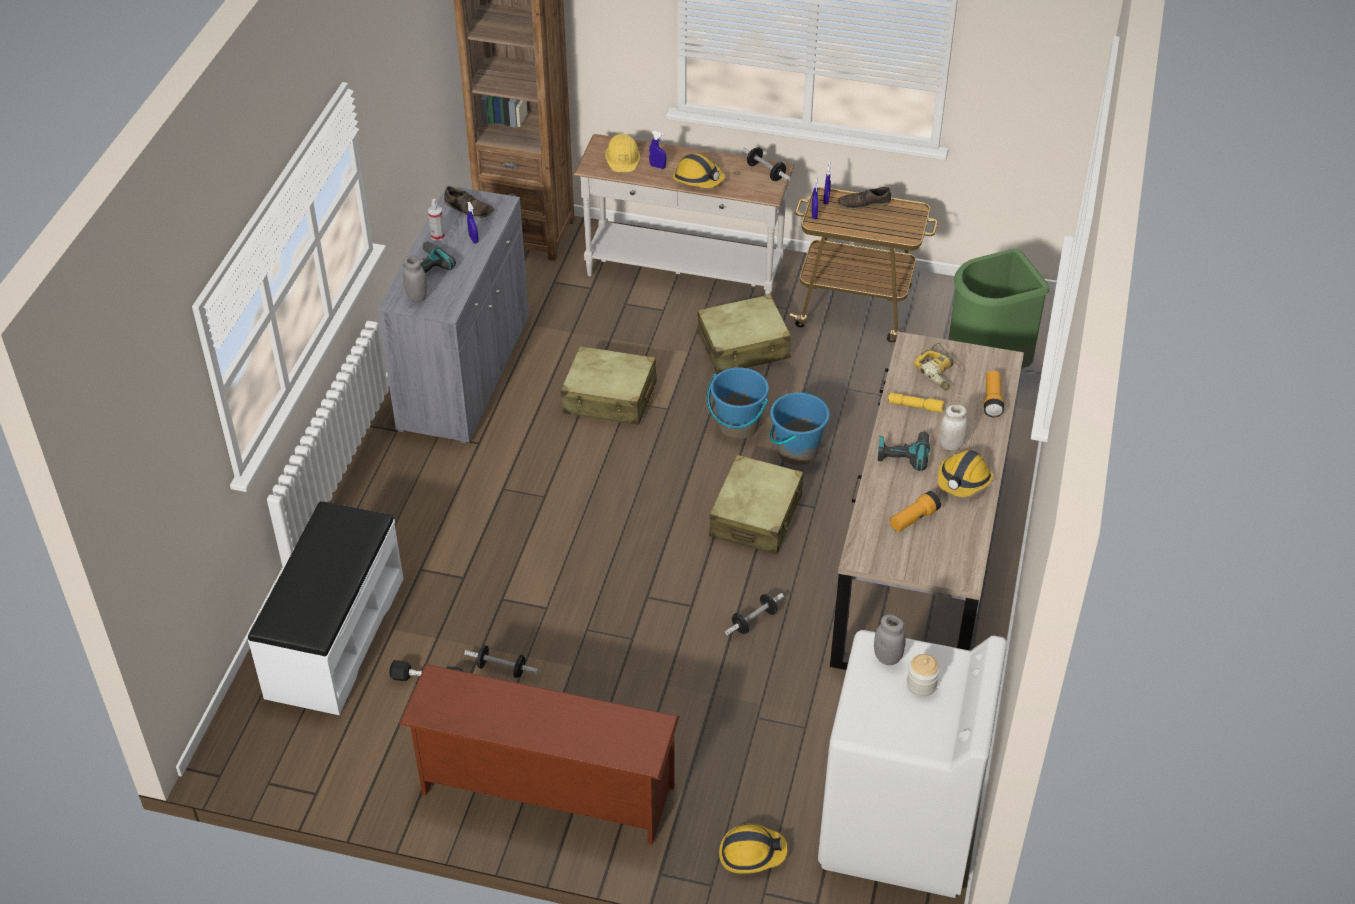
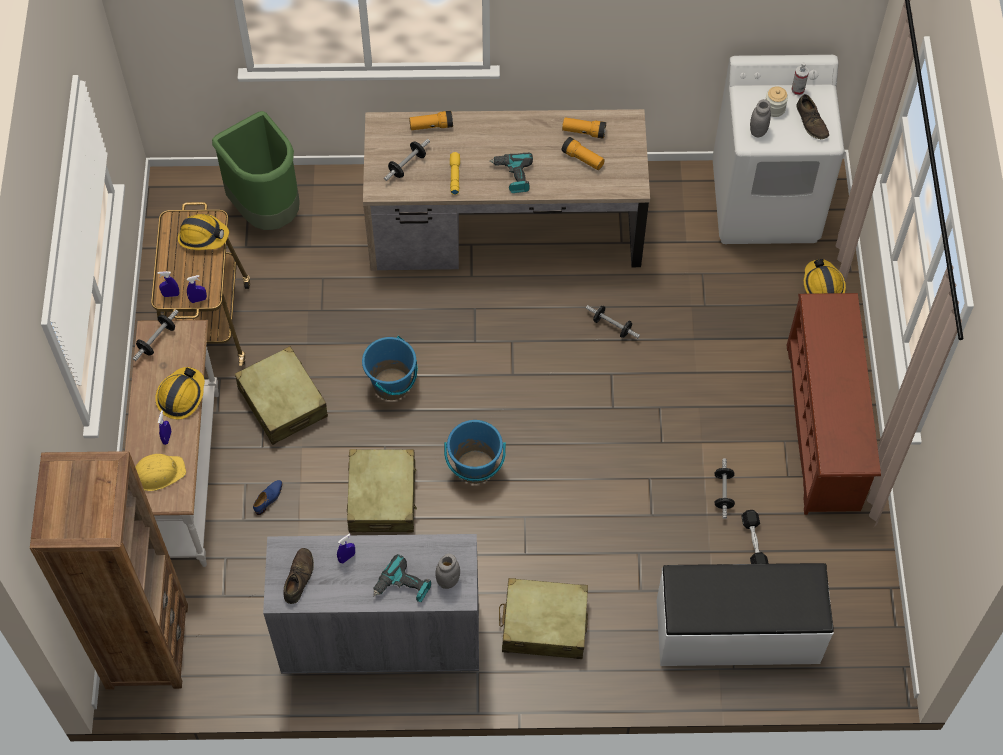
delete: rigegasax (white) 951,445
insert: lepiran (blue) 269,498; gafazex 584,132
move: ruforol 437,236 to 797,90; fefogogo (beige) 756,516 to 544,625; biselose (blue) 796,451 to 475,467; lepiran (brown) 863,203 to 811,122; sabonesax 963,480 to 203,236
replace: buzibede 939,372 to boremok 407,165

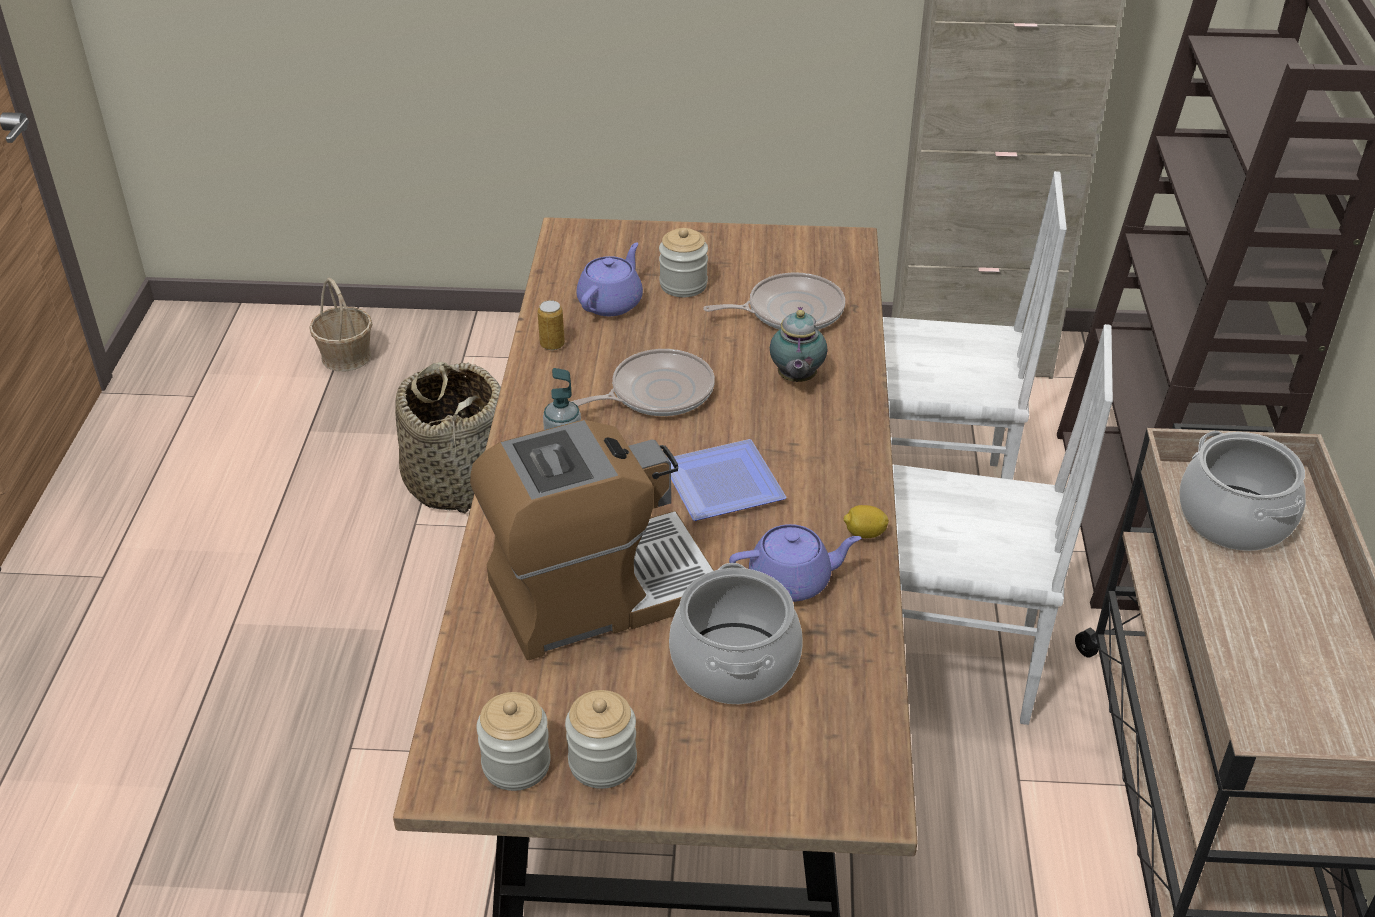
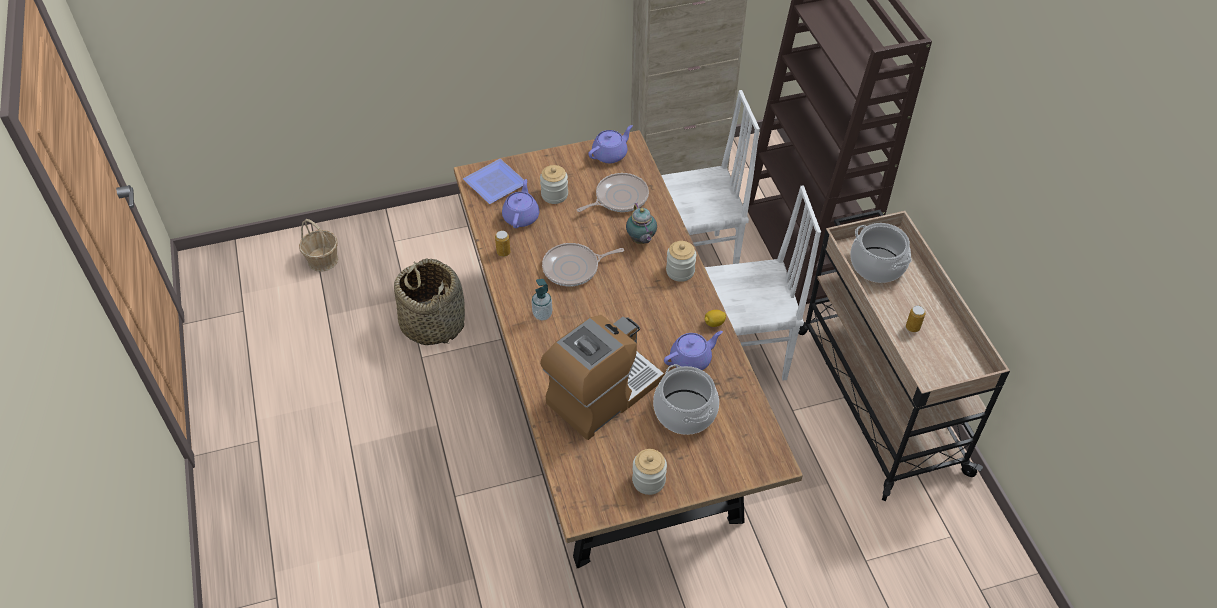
insert: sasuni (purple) 610,154; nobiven 912,327
move: rigegasax 516,764 to 680,271; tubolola 720,487 to 494,185
rotate: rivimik 656,392 = 574,268 150 degrees counterclockwise

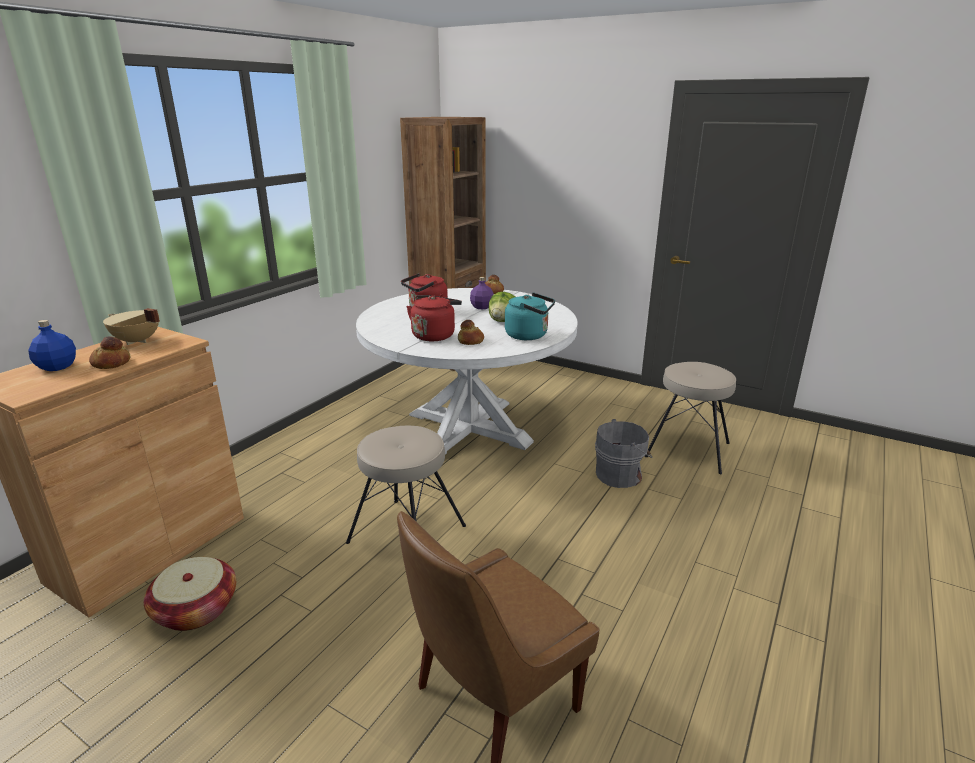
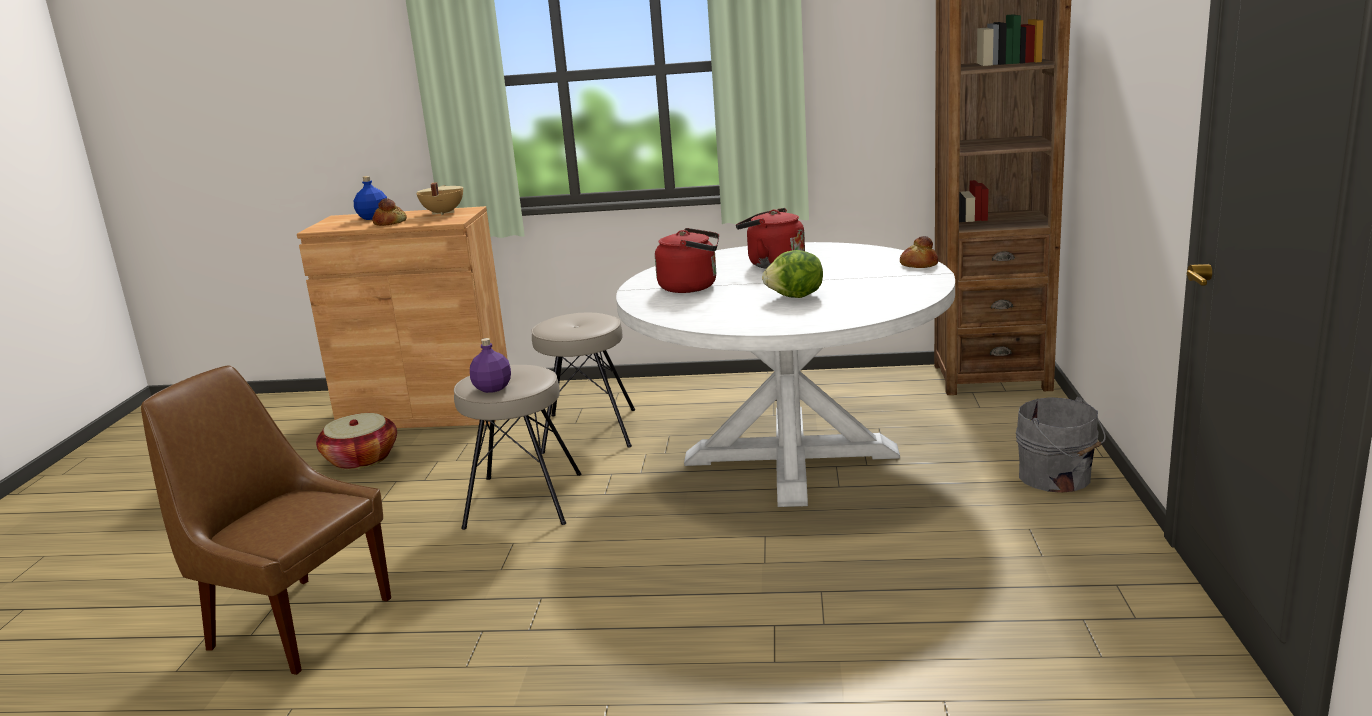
delete: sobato 471,341; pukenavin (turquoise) 529,335
move: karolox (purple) 482,307 to 492,388; biselose (grey) 621,475 to 1057,478; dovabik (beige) 687,450 to 588,430

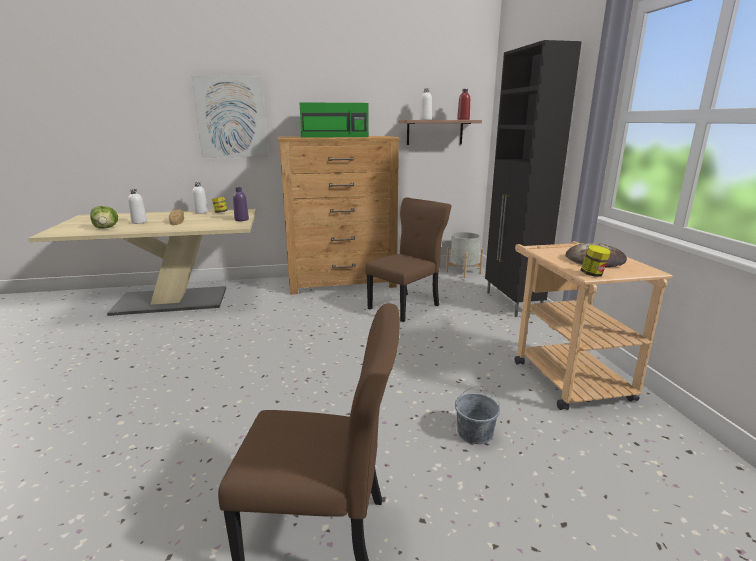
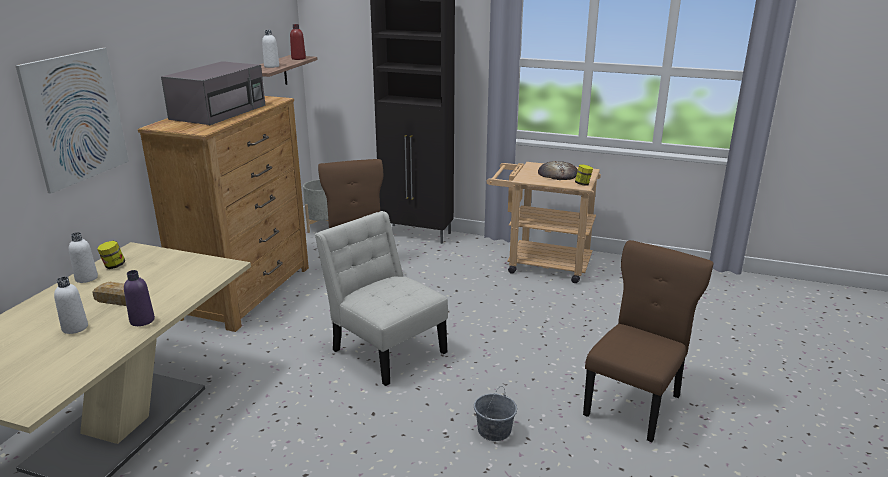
delete: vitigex 106,228
insert: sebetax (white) 385,348
move: karolox (purple) 241,219 to 142,320; biselose (grey) 475,433 to 494,430
recolor: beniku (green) 335,136 to beniku (grey) 219,112

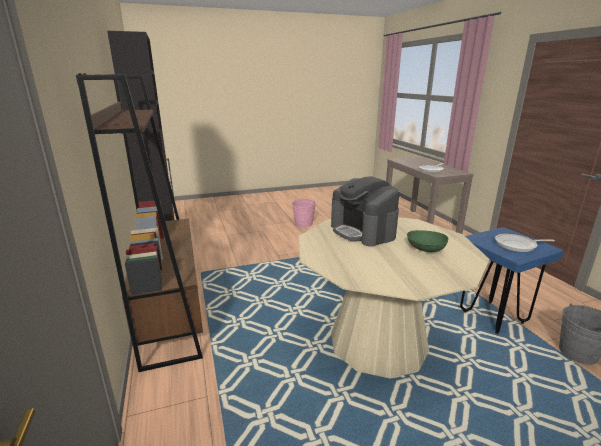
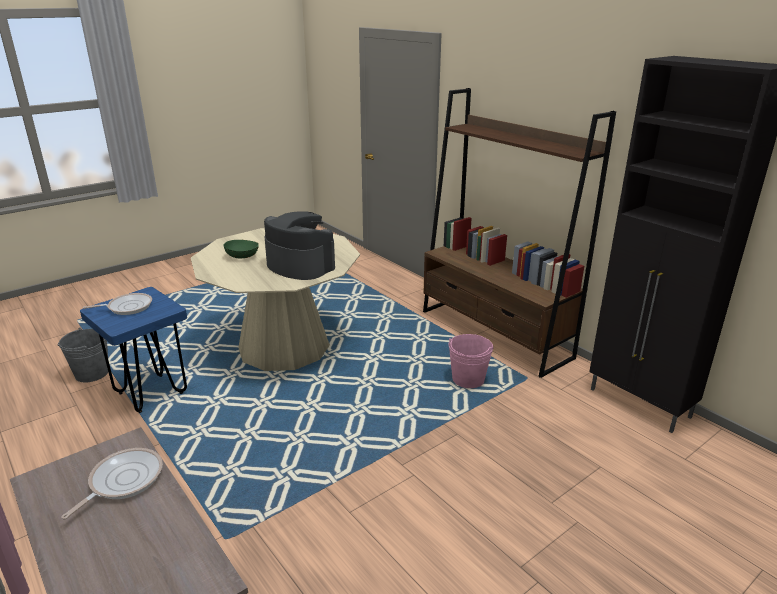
move: biselose (pink) 303,224 to 468,379

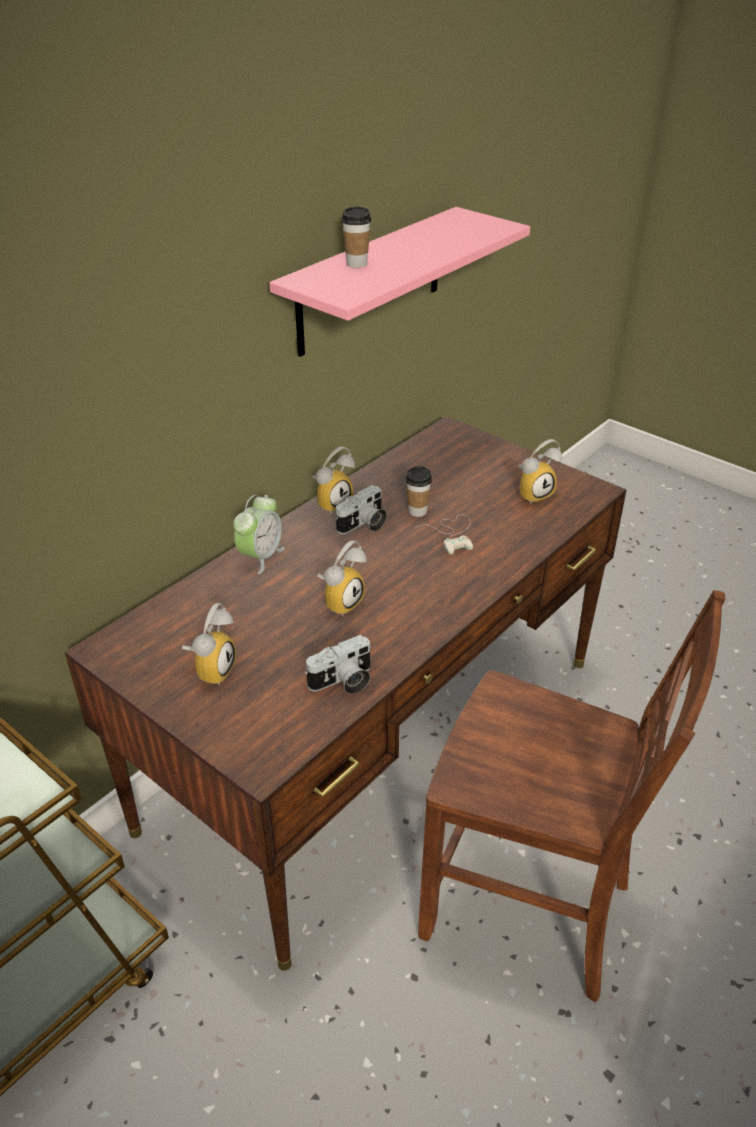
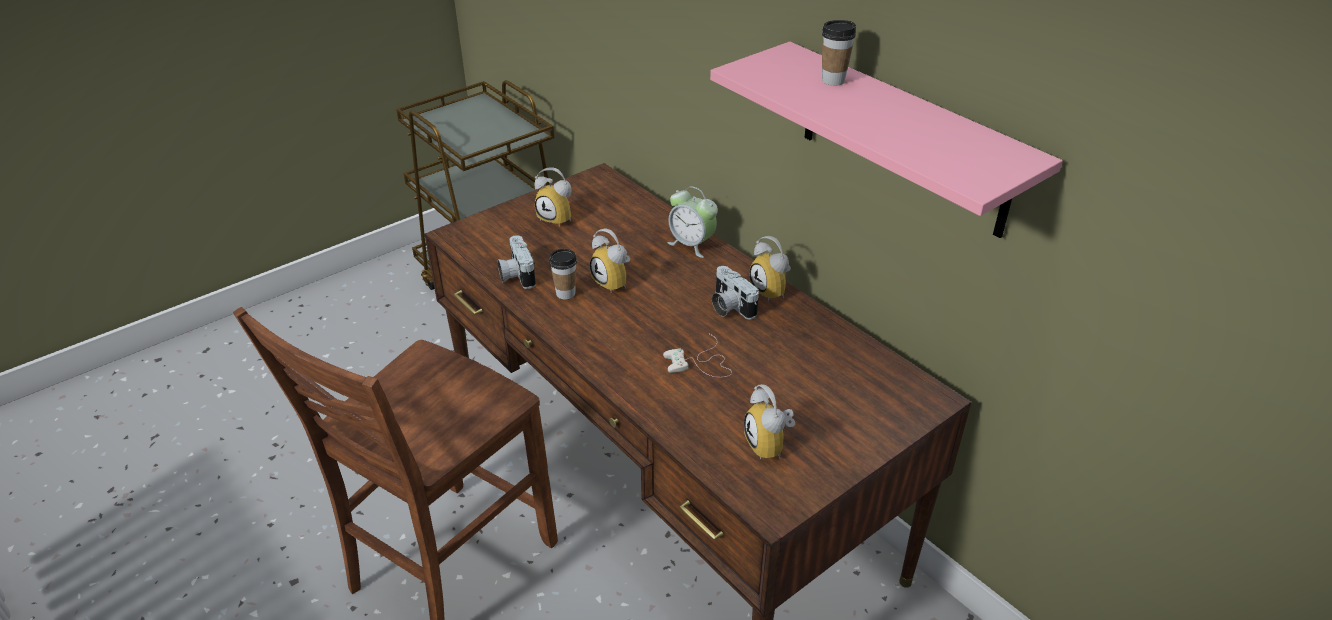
move: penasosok 417,511 to 565,293

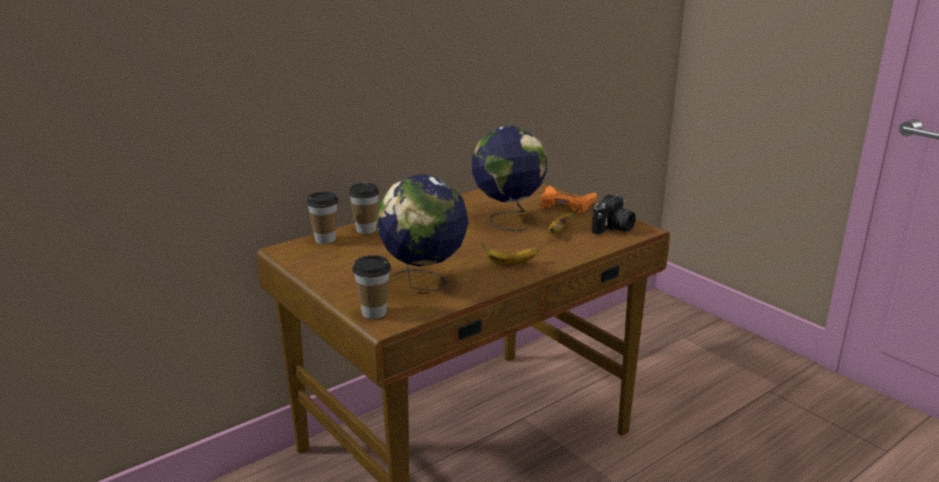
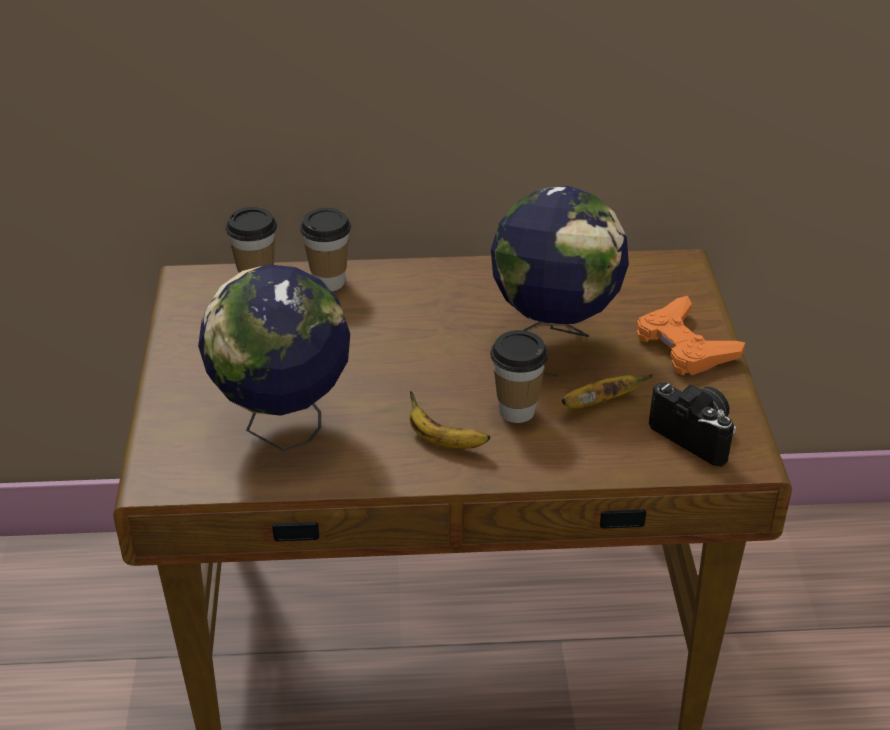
move: penasosok 374,313 to 516,411
rotate: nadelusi 613,229 = 697,435 120 degrees counterclockwise

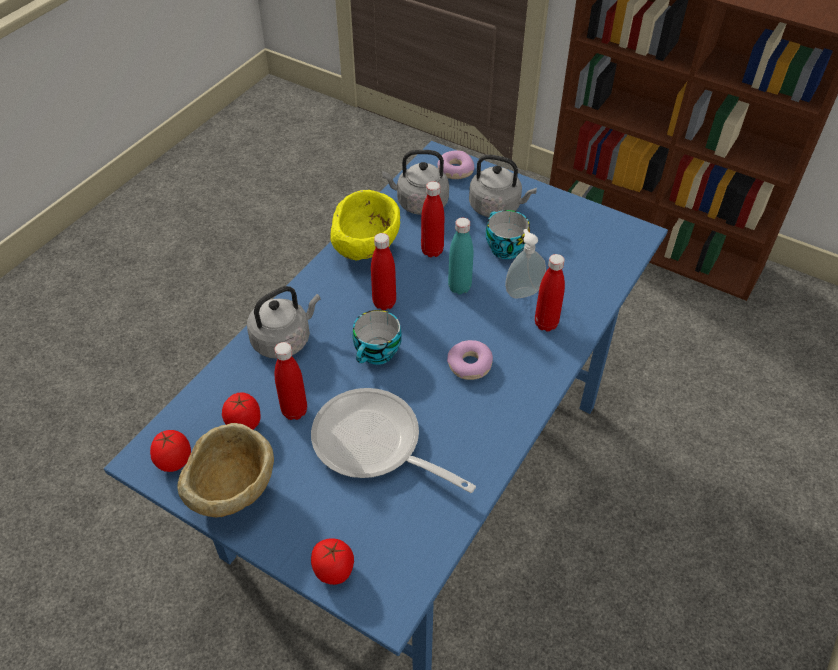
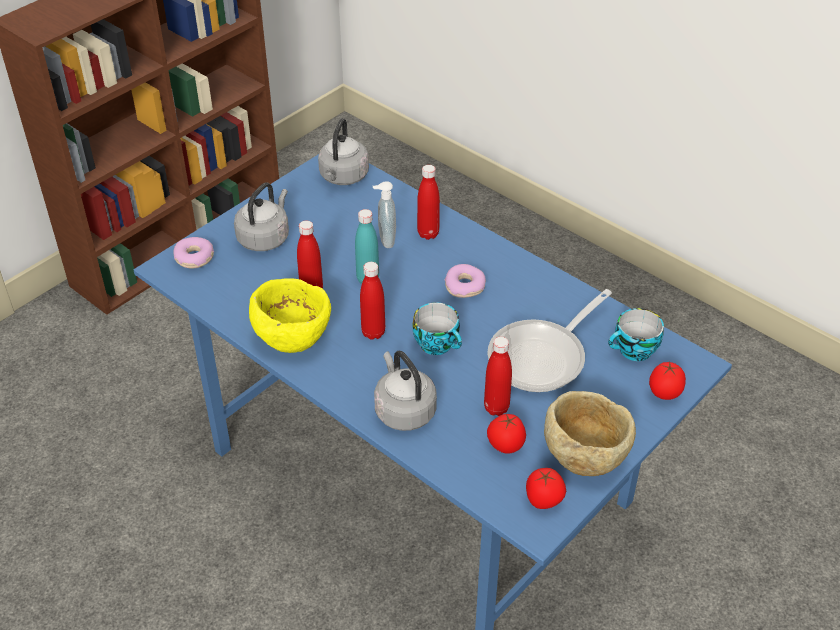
move: pukenavin (grey) 419,203 to 343,177; penasosok 503,248 to 634,351

